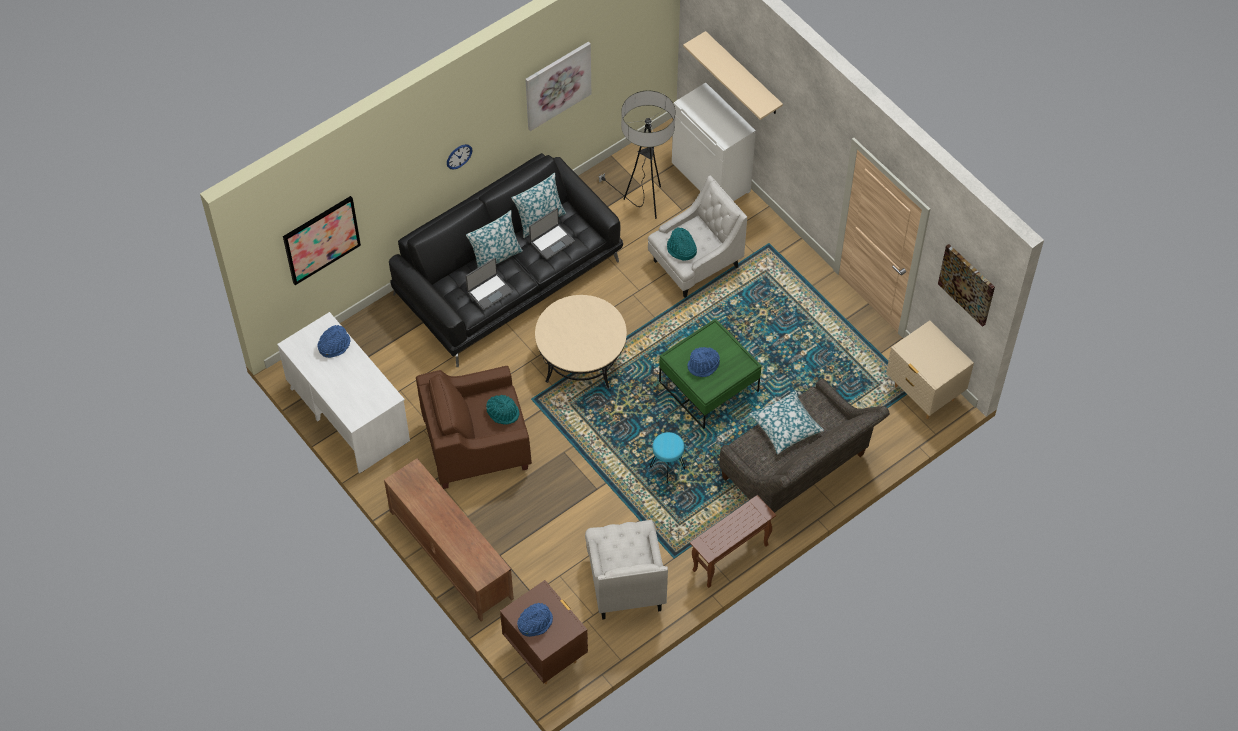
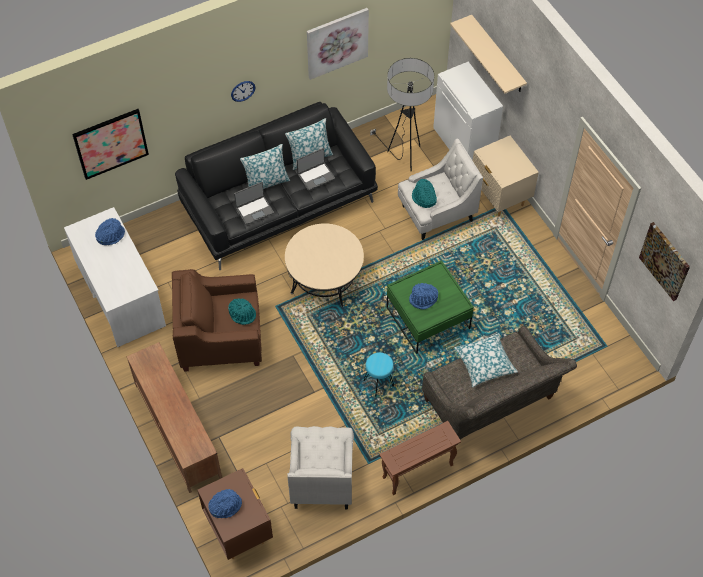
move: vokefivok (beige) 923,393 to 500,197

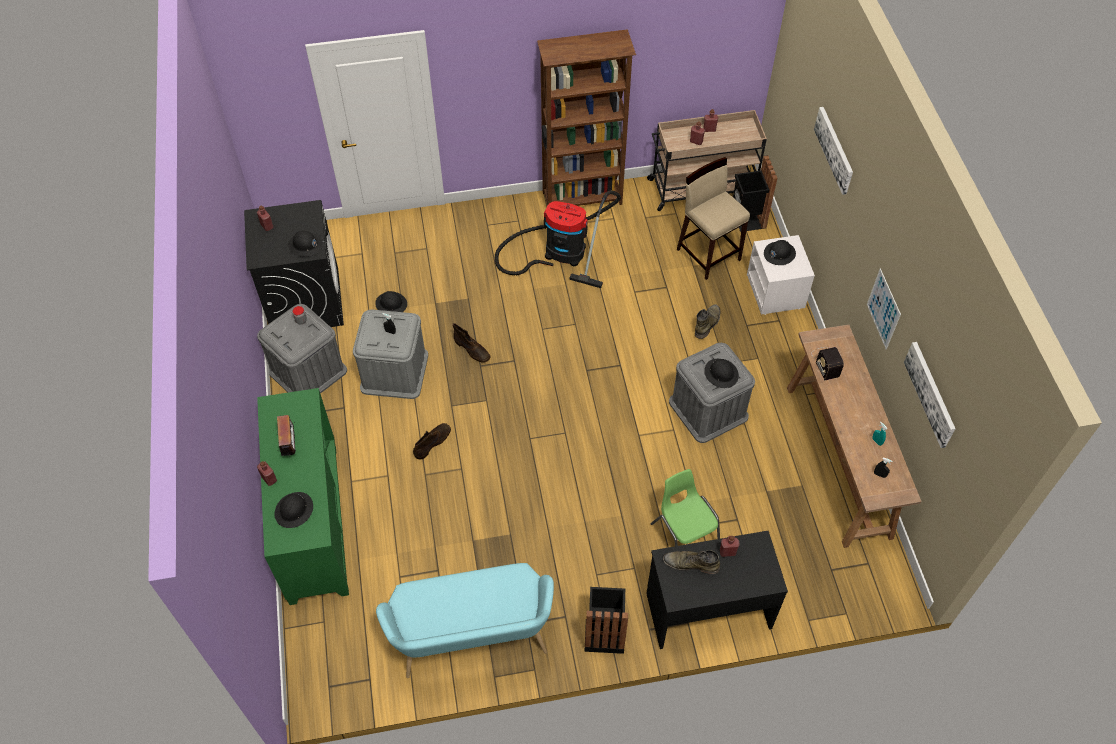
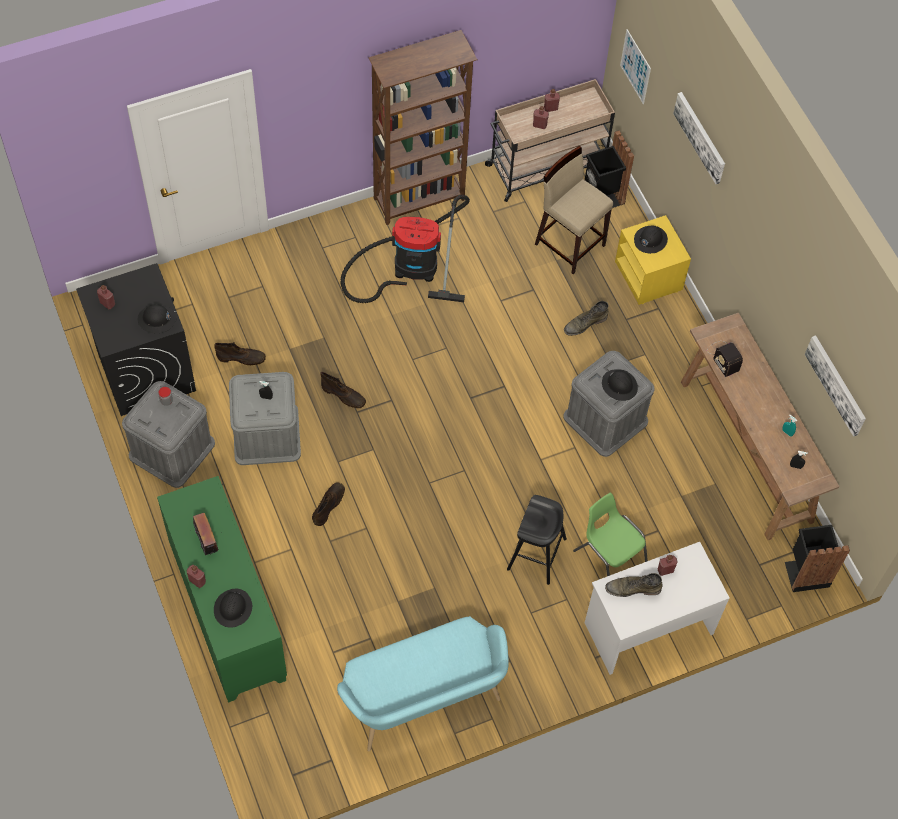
insert: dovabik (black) 536,553
move: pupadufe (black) 604,633 to 806,572; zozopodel 883,309 to 635,66
replace: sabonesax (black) 391,304 to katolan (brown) 241,358
recolor: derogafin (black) 708,609 to derogafin (white) 648,627; vokefivok (white) 776,292 to vokefivok (yellow) 649,276
rotate: katolan (green) 707,323 = 585,324 135 degrees counterclockwise

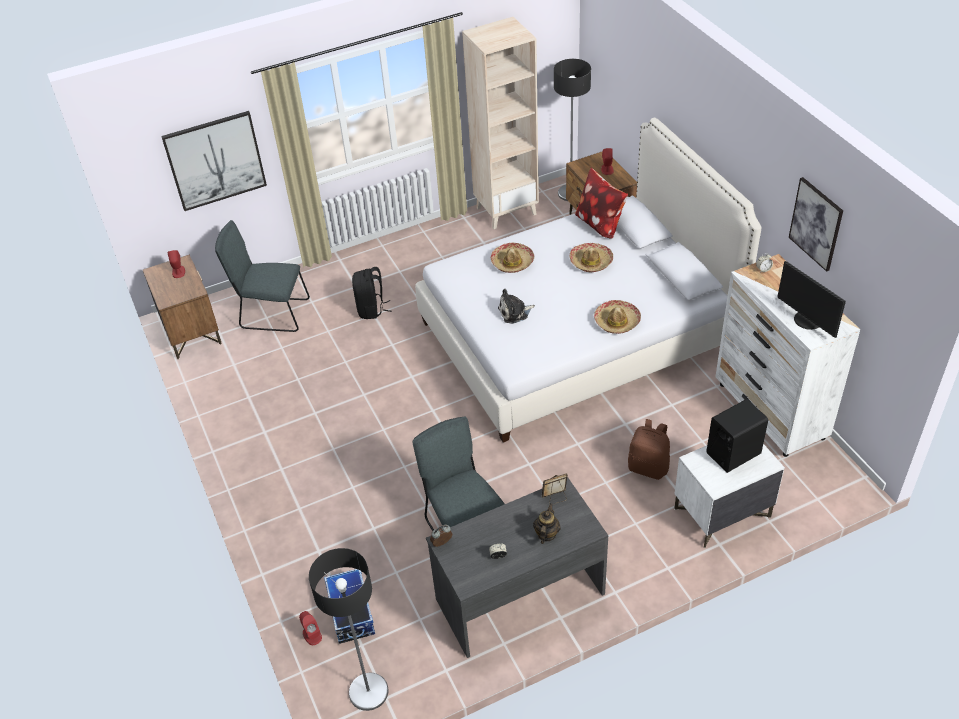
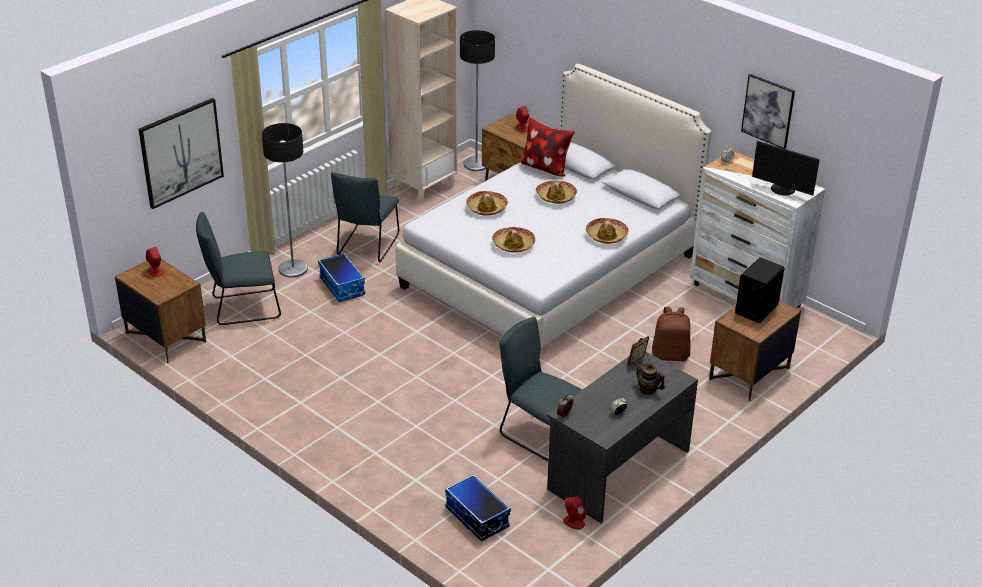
insert: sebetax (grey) 366,247
move: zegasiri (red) 312,635 to 573,522; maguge 368,692 to 292,269
replace: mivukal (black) 371,309 to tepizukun 342,286; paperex 515,312 to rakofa 513,244
recolor: vokefivok (white) 721,513 to vokefivok (brown) 749,374
rotate: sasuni 546,534 = 648,389 45 degrees counterclockwise

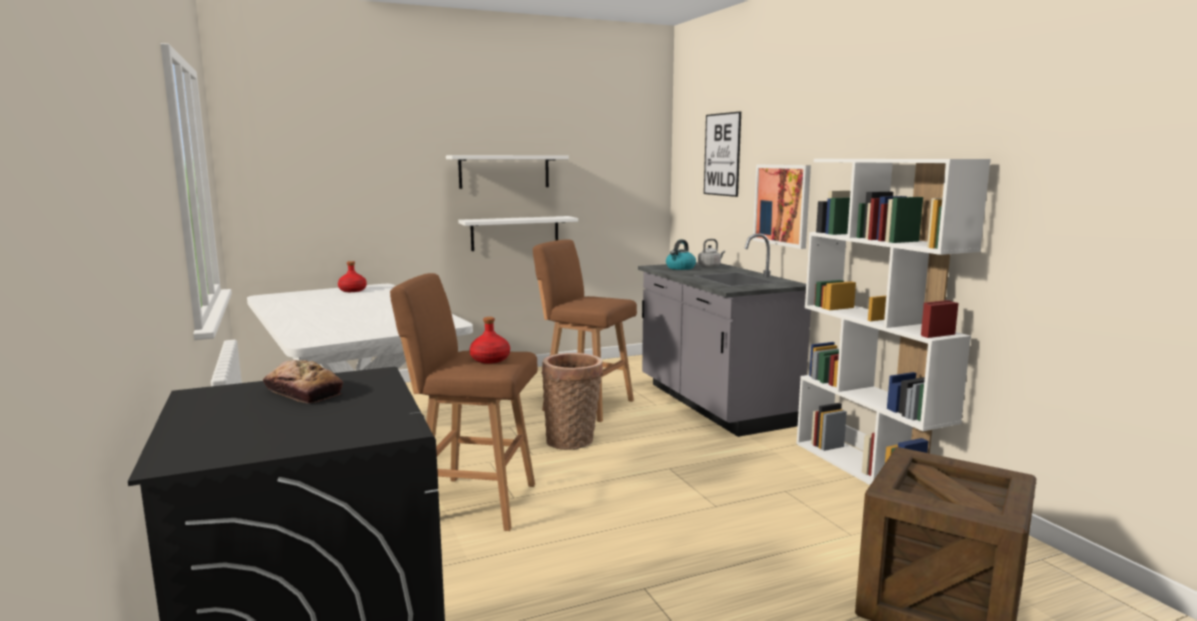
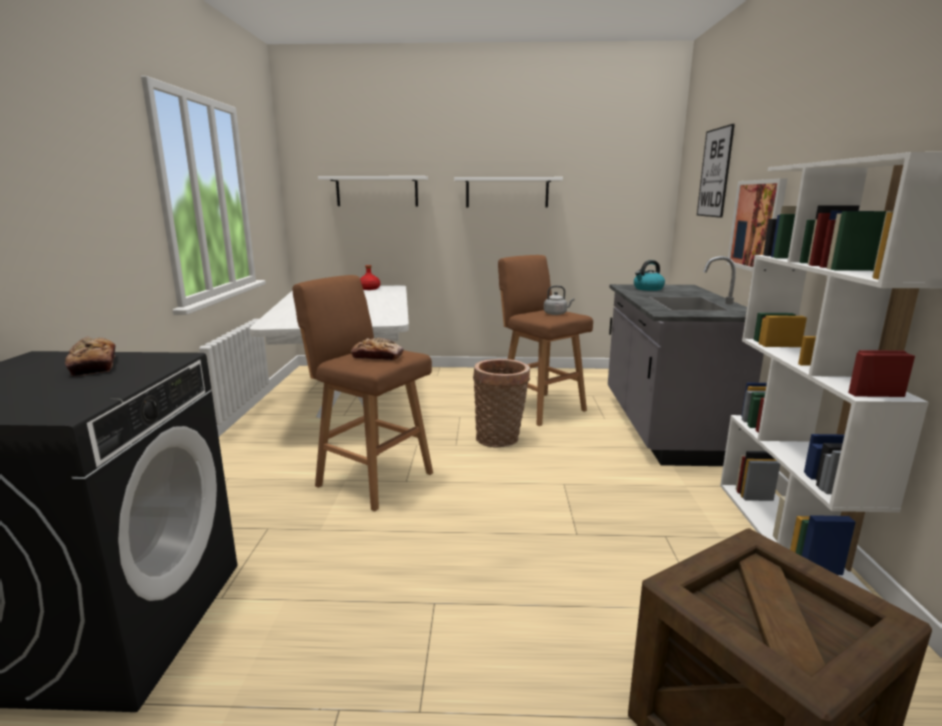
move: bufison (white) 515,233 to 377,191; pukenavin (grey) 710,266 to 556,314
replace: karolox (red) 490,359 to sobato 377,356

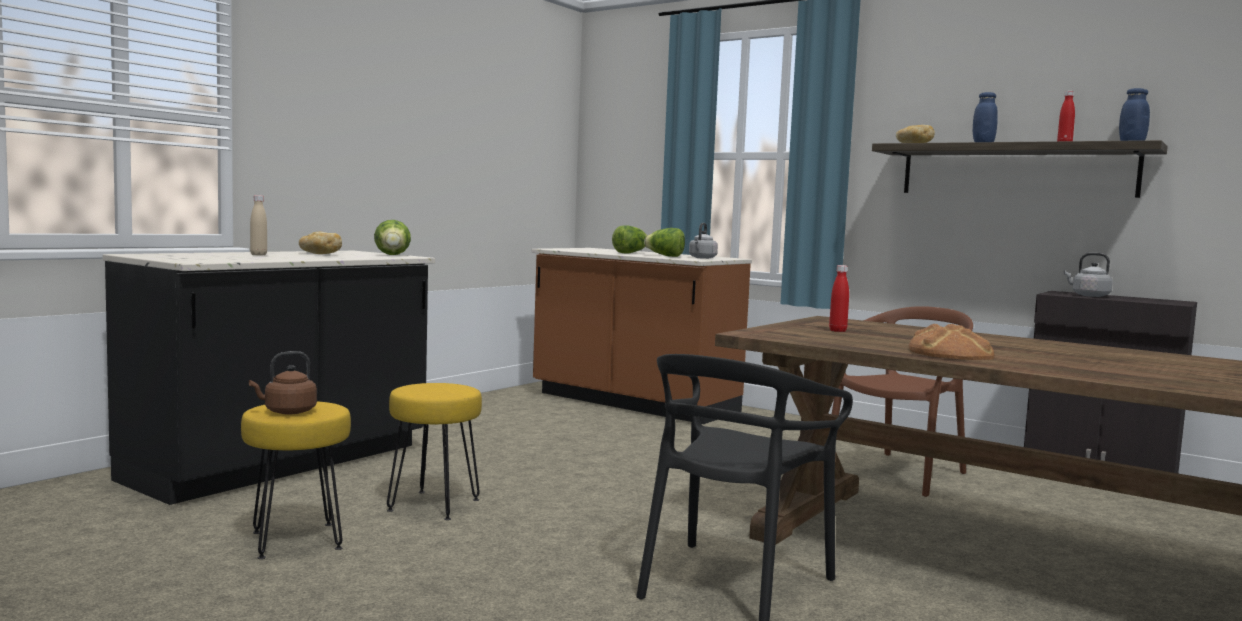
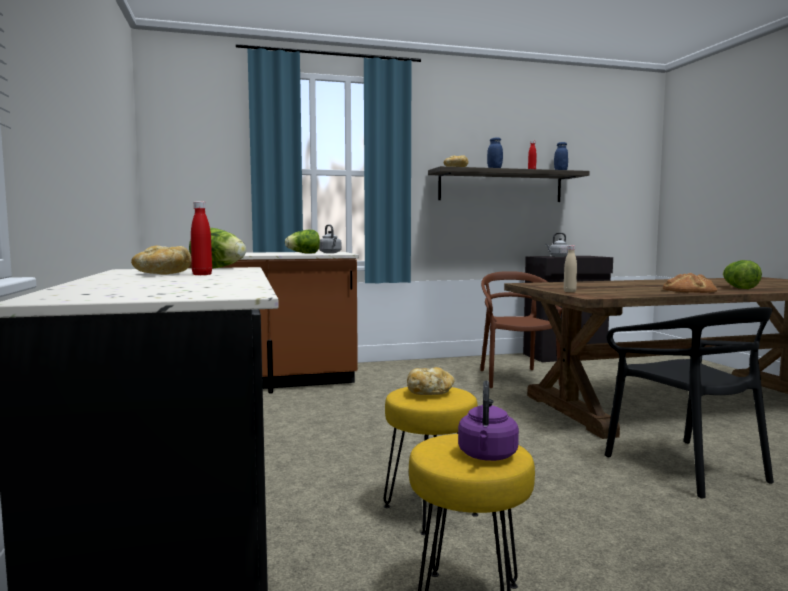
insert: sobato 429,393
move: karolox (beige) 258,254 to 569,291; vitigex 630,253 to 738,288; karolox (red) 837,331 to 202,274
recolor: pukenavin (brown) 287,412 to pukenavin (purple) 487,456

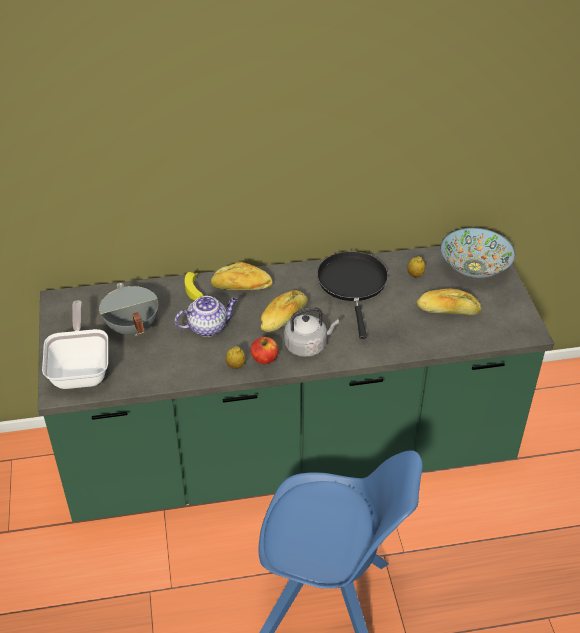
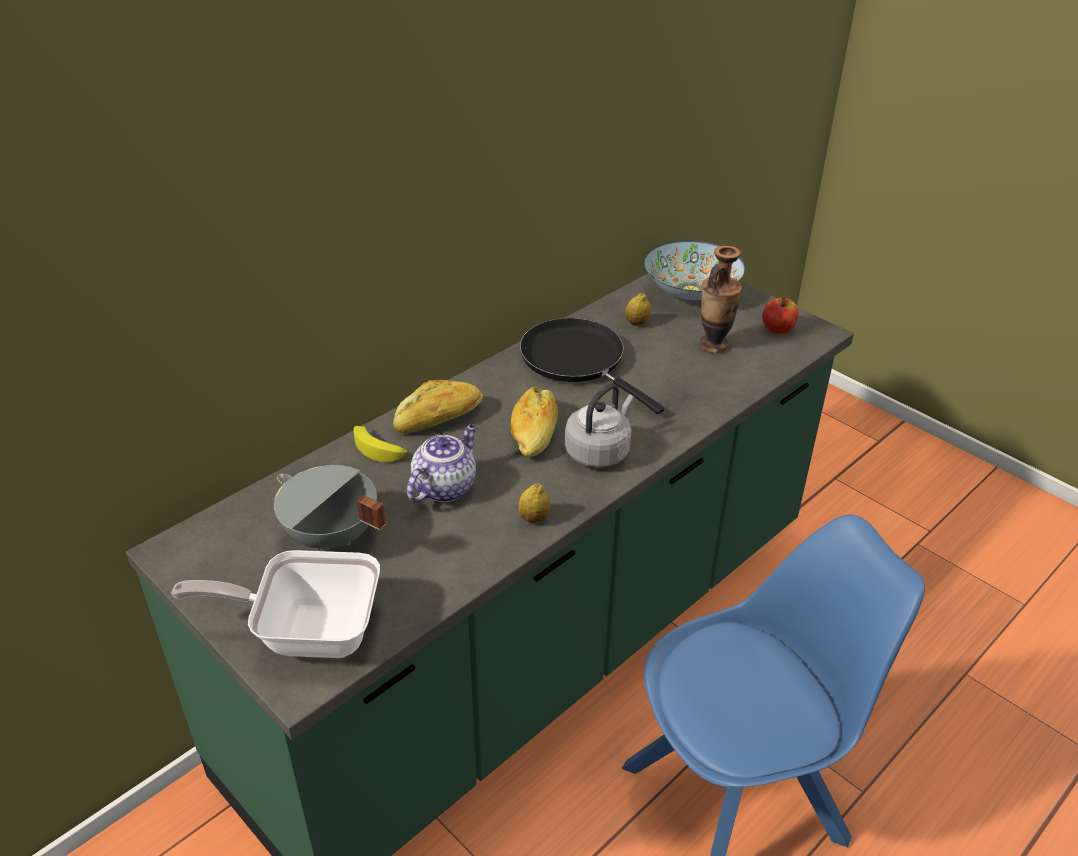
move: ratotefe 264,358 to 778,328
replace: sobato 448,310 to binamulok 713,345
rotate: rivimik 81,369 = 307,631 45 degrees counterclockwise

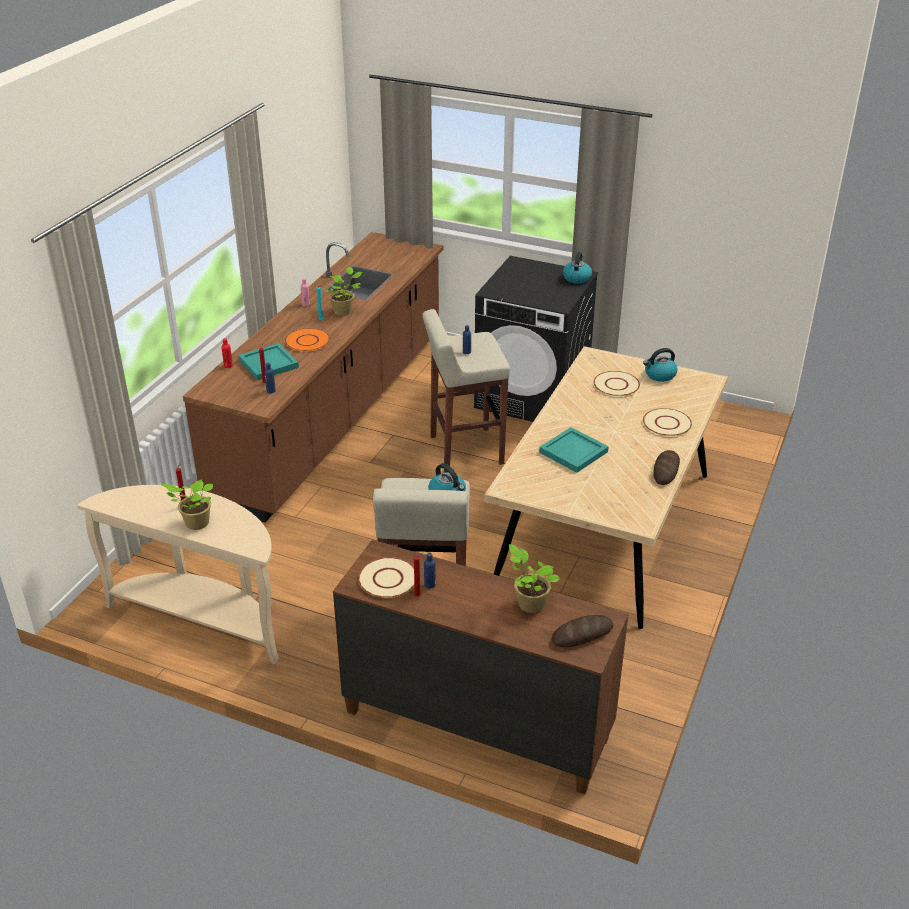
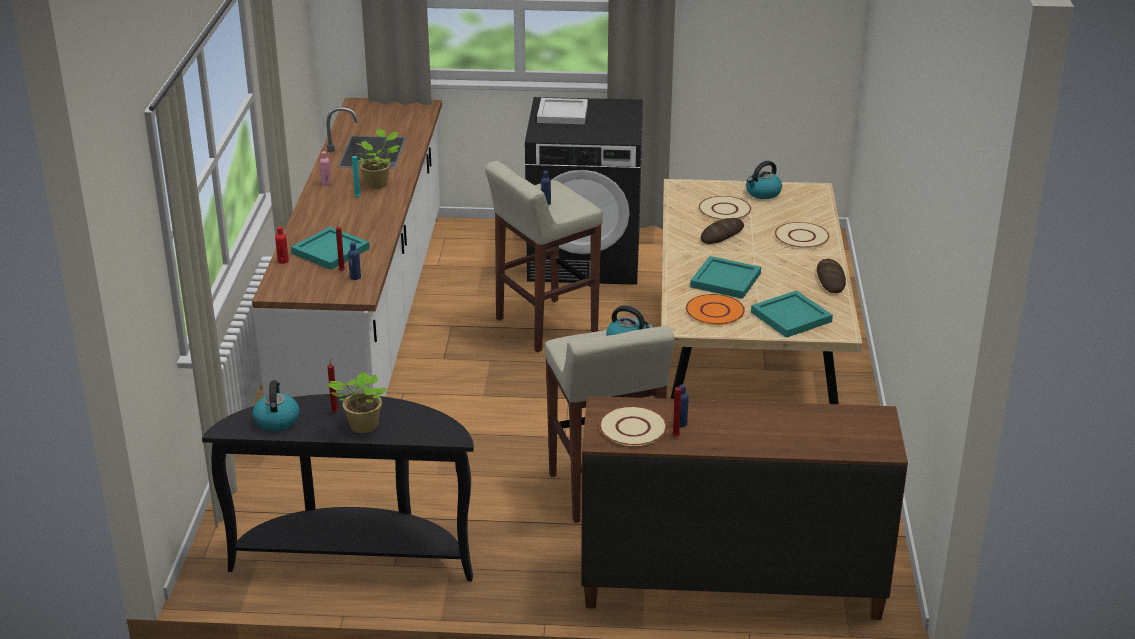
delete: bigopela 529,603
insert: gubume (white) 561,113; gubume (turquoise) 789,317
move: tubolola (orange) 307,341 to 715,311; sobato 582,634 to 722,234; pukenavin 576,278 to 276,420
recolor: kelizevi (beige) 204,618 to kelizevi (black) 355,555; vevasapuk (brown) 334,415 to vevasapuk (white) 368,318

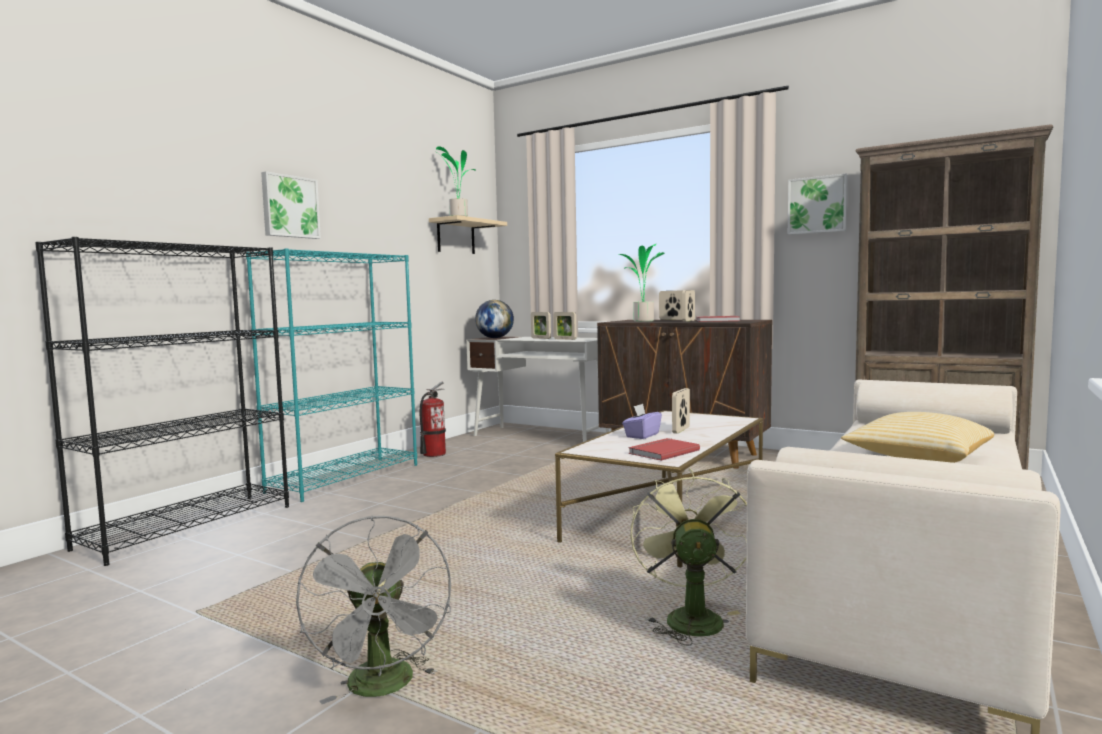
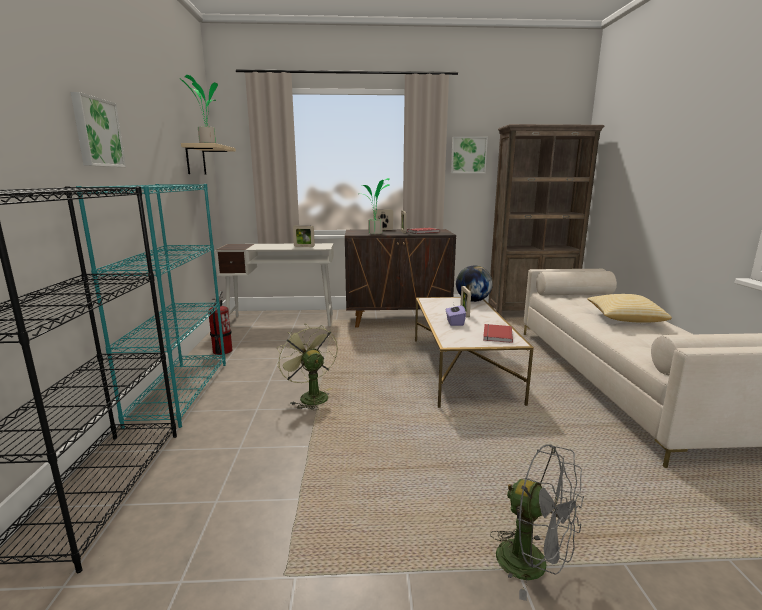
delete: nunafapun 541,338
move: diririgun 495,338 to 472,301; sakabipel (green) 690,617 to 310,396

